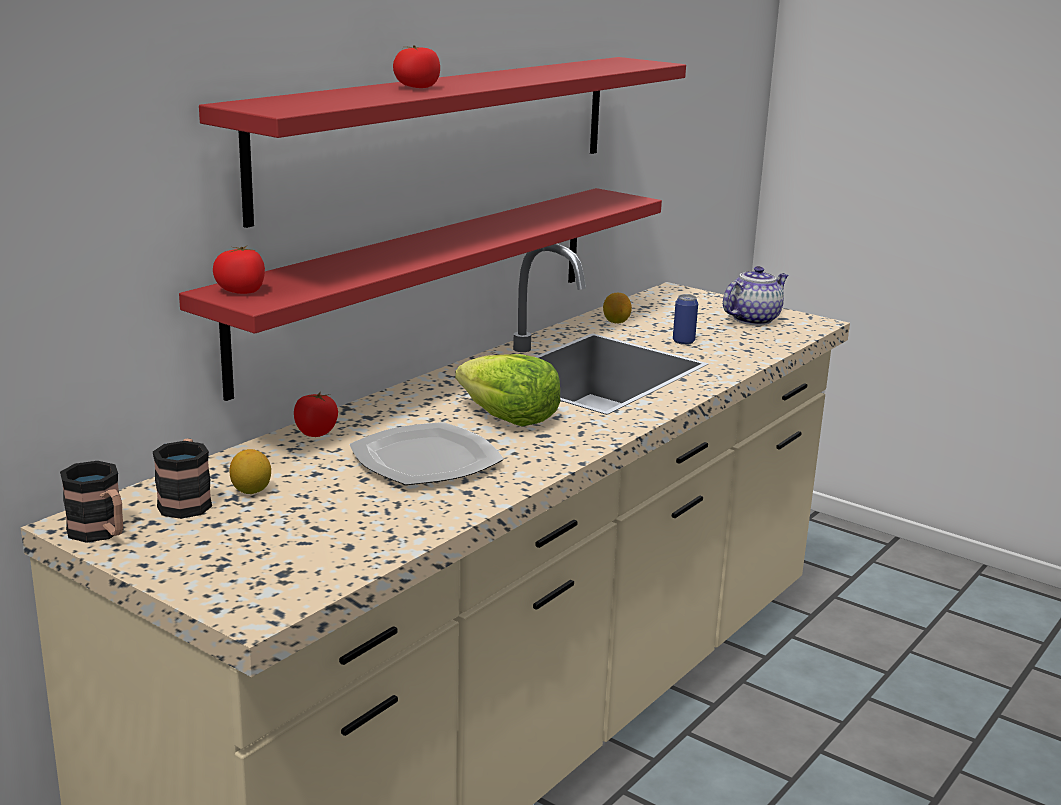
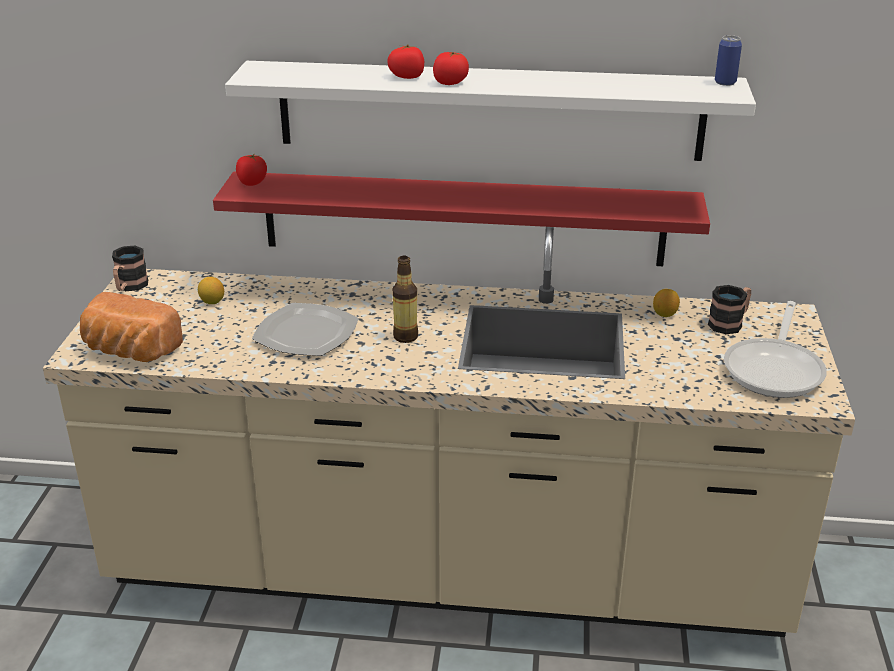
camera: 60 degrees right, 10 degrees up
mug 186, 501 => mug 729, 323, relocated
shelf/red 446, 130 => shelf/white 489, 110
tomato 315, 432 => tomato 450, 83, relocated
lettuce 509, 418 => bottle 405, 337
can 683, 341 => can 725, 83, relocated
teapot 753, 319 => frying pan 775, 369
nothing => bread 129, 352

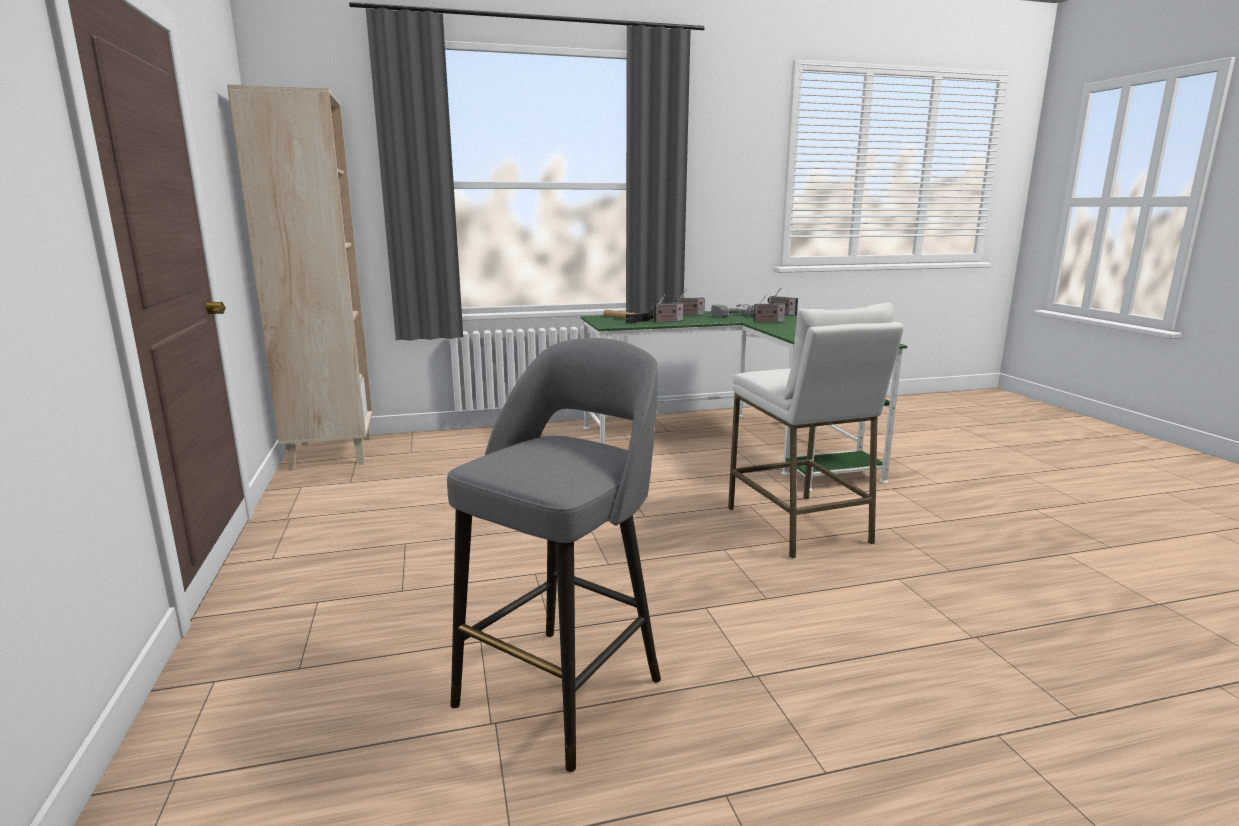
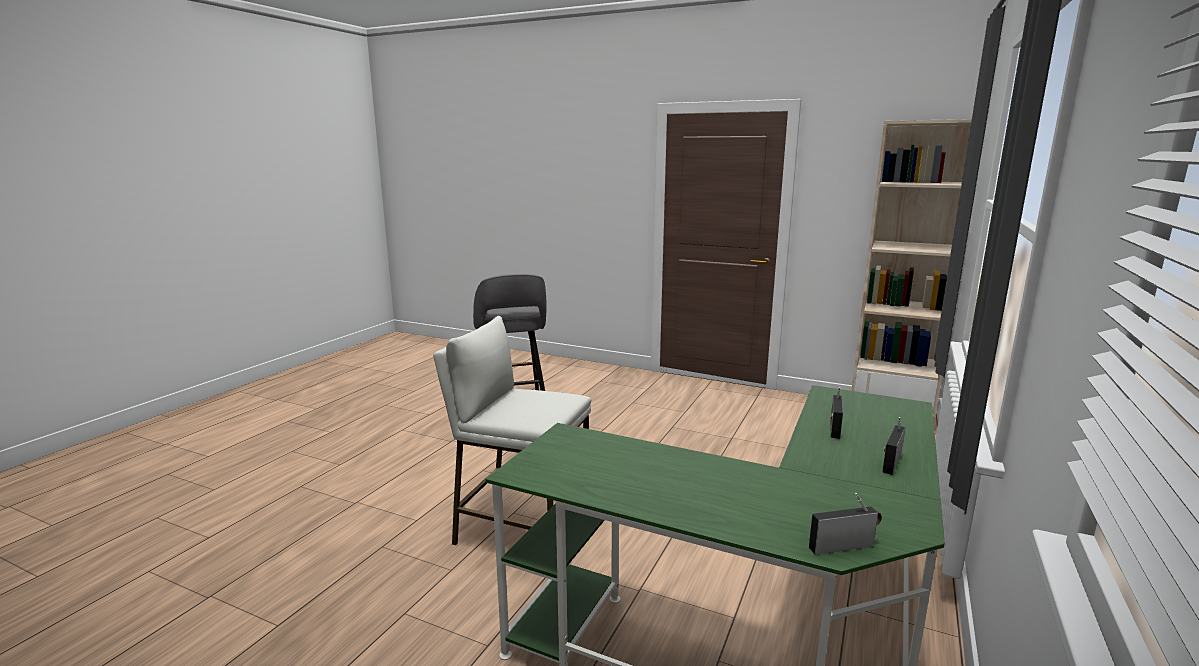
camera: 130 degrees right, 0 degrees up
hammer 624, 319 => nothing
power drill 736, 316 => nothing
radio 767, 322 => nothing

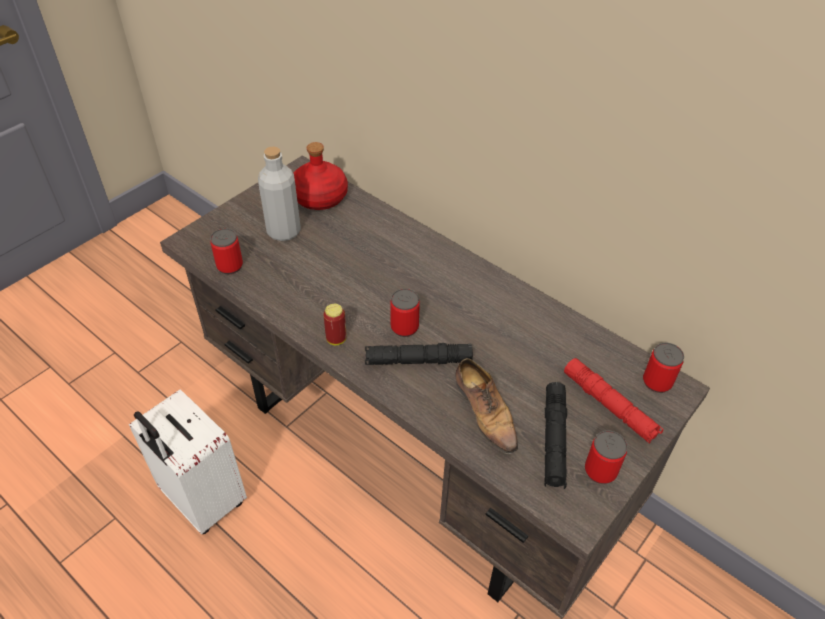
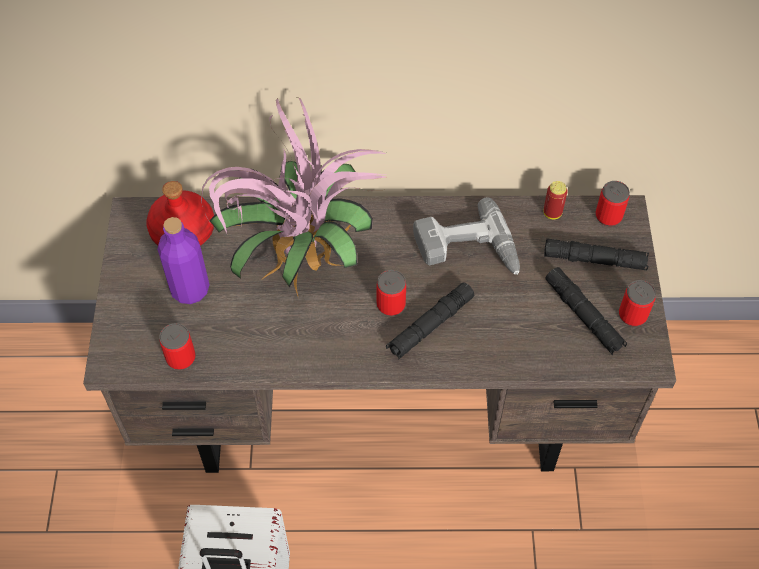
camera: 40 degrees left, 10 degrees up
bottle/grey 284, 231 => bottle/purple 190, 289
can 336, 339 => can 552, 213, relocated
shoe 485, 413 => nothing
flashlight/red 609, 405 => flashlight/black 594, 259
nothing => potted plant 299, 260
nothing => power drill 467, 252

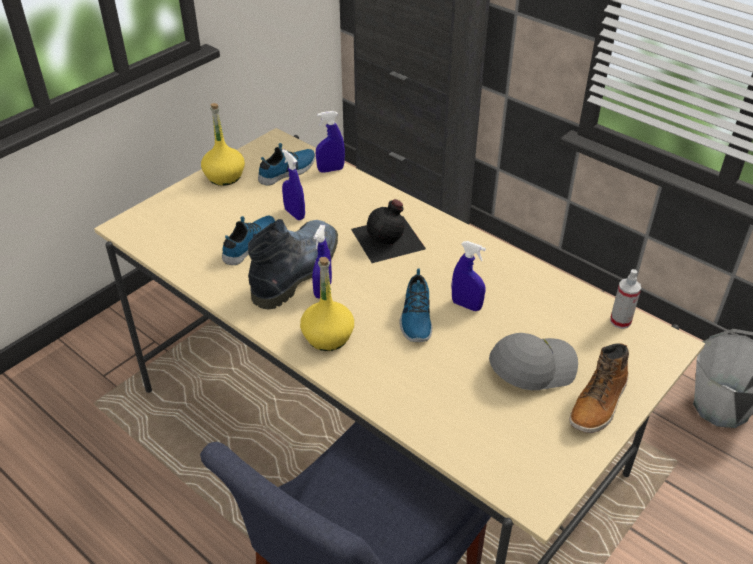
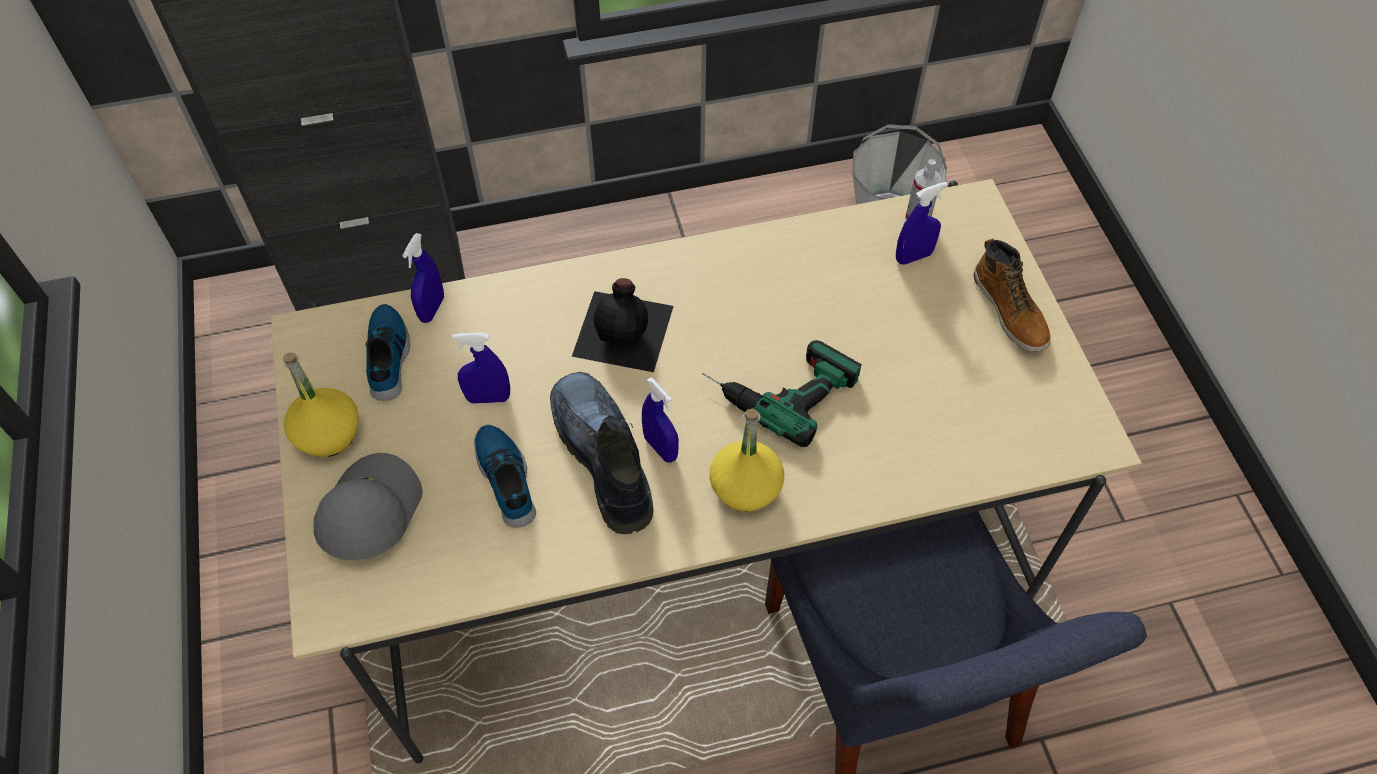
camera: 55 degrees left, 15 degrees up
shoe 415, 317 => power drill 778, 385
spray bottle/blue 466, 305 => spray bottle/blue 913, 257, relocated
cap/grey 531, 367 => cap/grey 368, 512, relocated

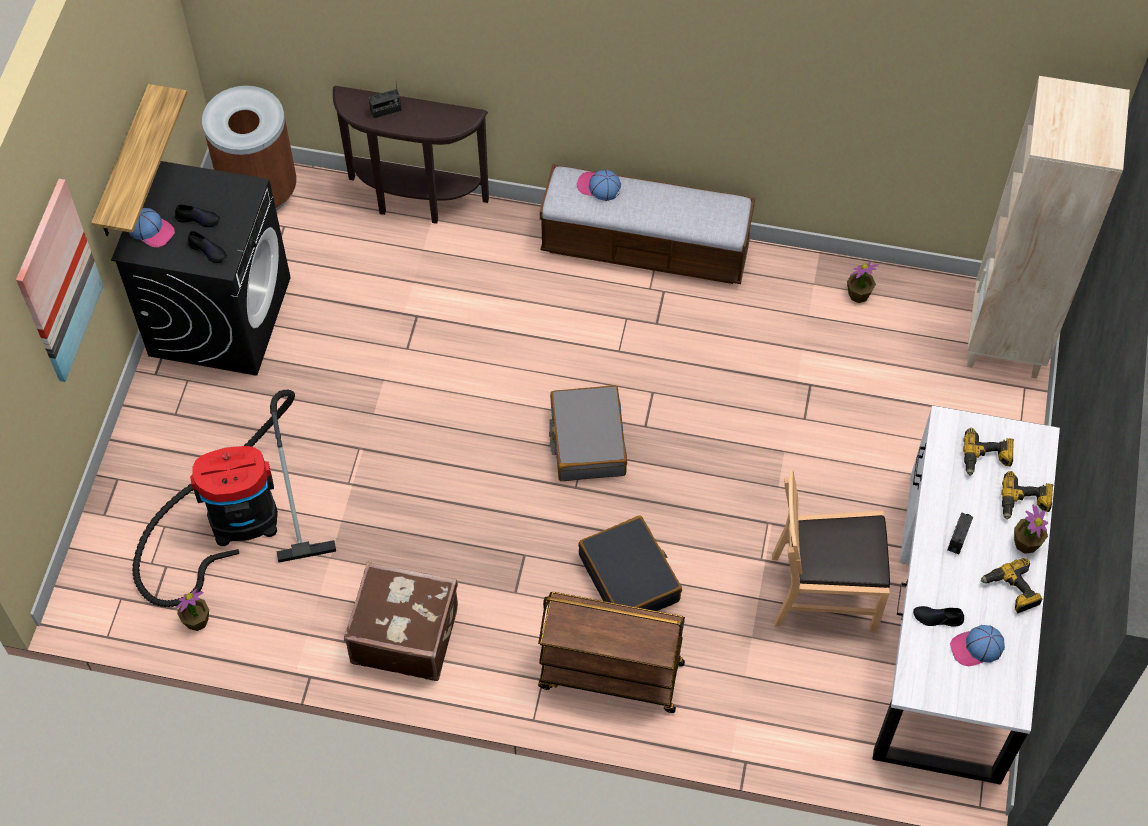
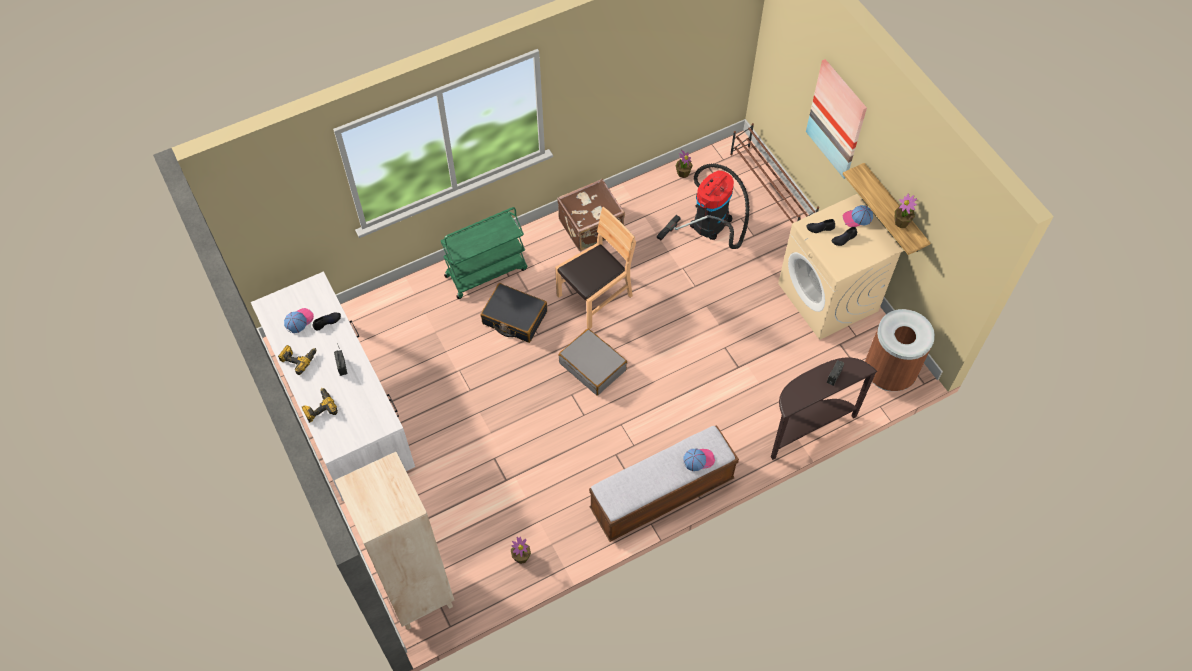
camera: 140 degrees right, 0 degrees up
washing machine/black 220, 315 => washing machine/beige 828, 297
cart/brown 609, 676 => cart/green 486, 272
chair/brown 824, 590 => chair/brown 595, 297, relocated
power drill 986, 458 => nothing
potted plant 1026, 543 => potted plant 901, 222, relocated
nothing => shoe rack/brown 771, 191

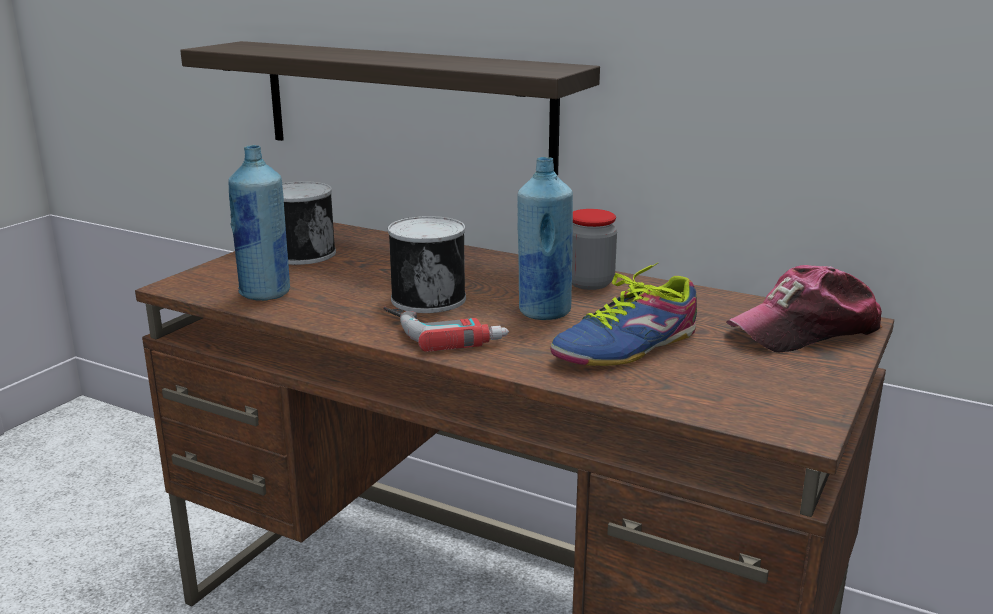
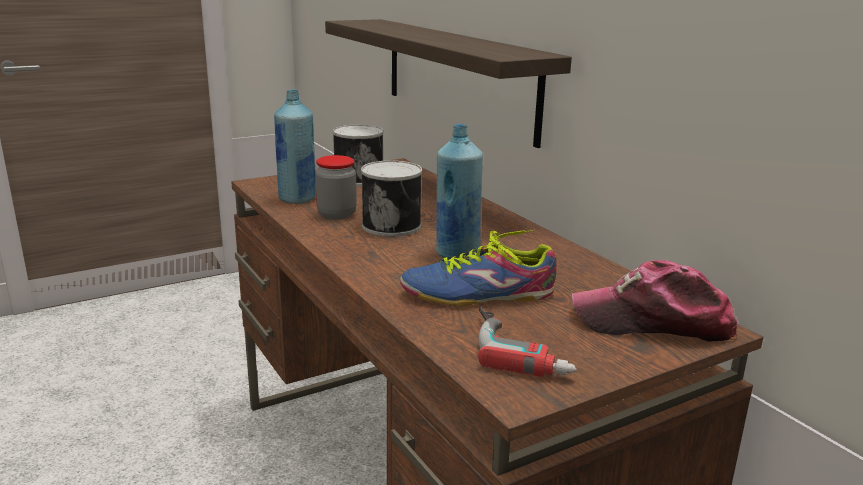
camera: 30 degrees right, 0 degrees up
power drill 444, 330 => power drill 522, 348, relocated
jar 589, 283 => jar 336, 214, relocated

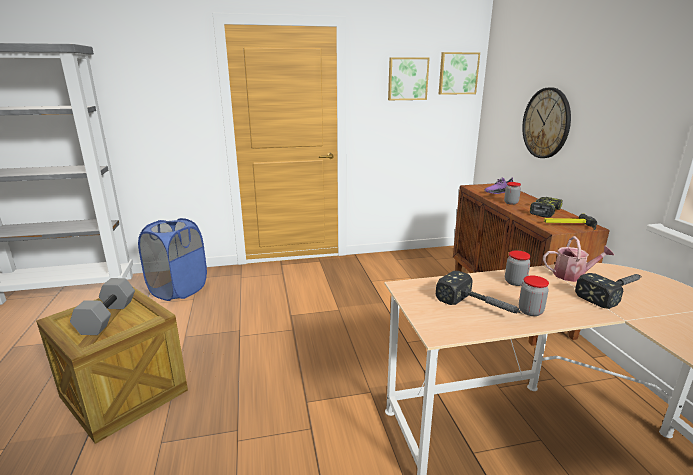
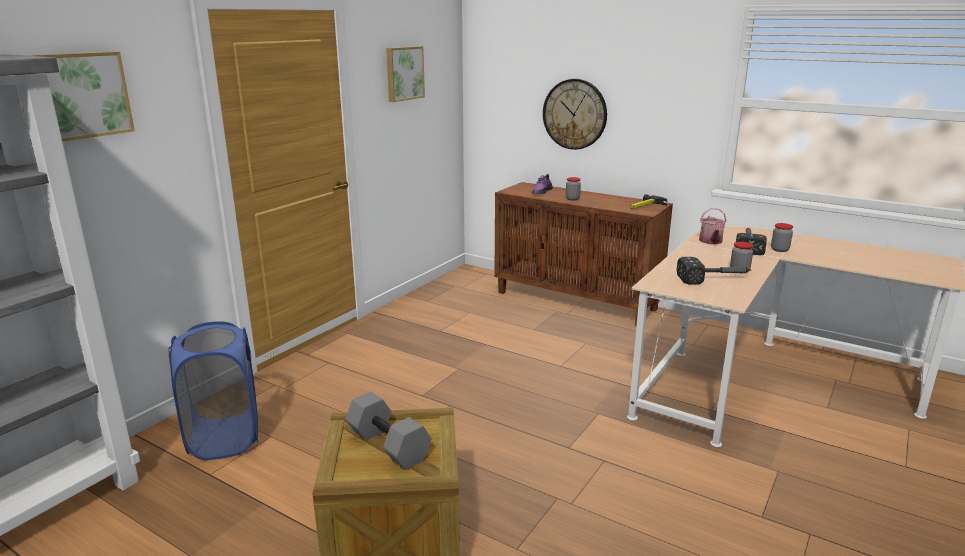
camera: 45 degrees left, 0 degrees up
picture 458, 73 => picture 83, 95, relocated
jar 515, 282 => jar 779, 250, relocated
power drill 544, 212 => nothing
watering can 573, 275 => watering can 711, 242, 135 degrees clockwise

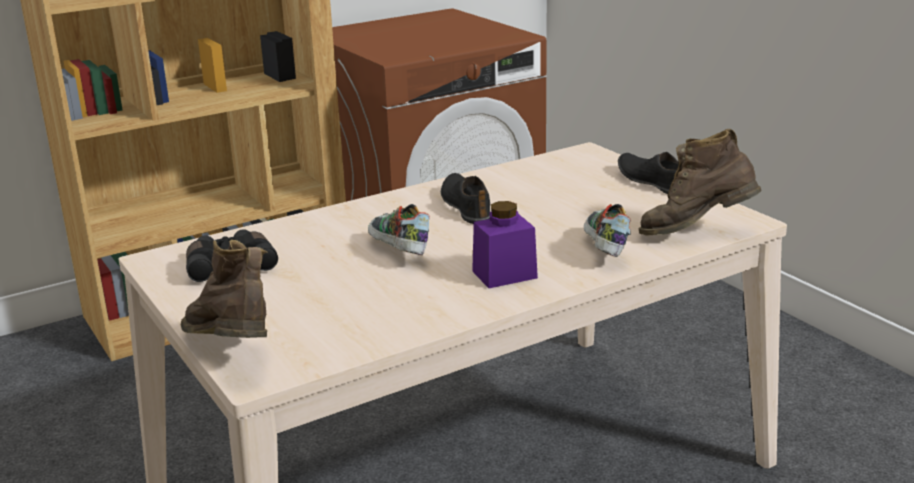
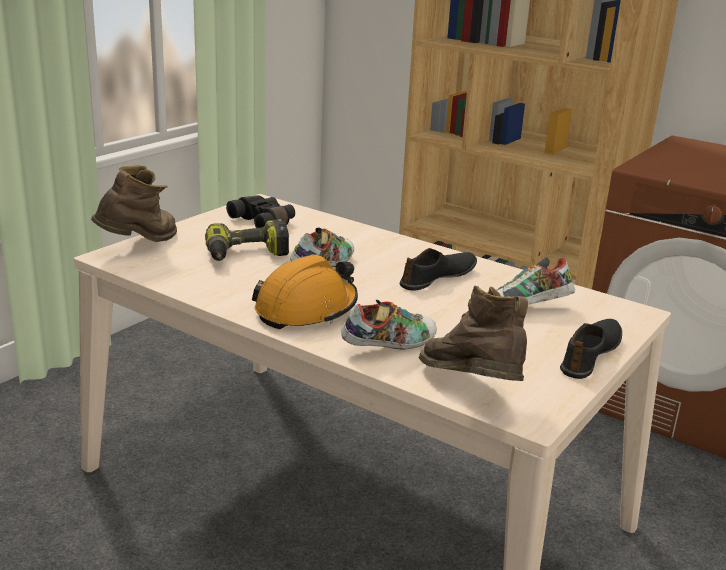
camera: 65 degrees right, 0 degrees up
jar/purple 504, 274 => hard hat/orange 306, 310
nothing => power drill 247, 255
nothing => shoe 528, 309

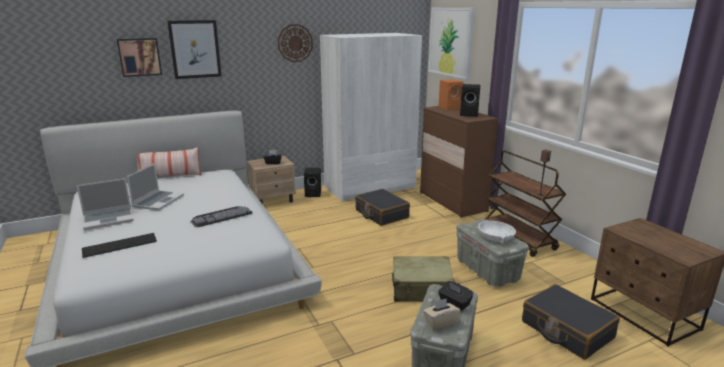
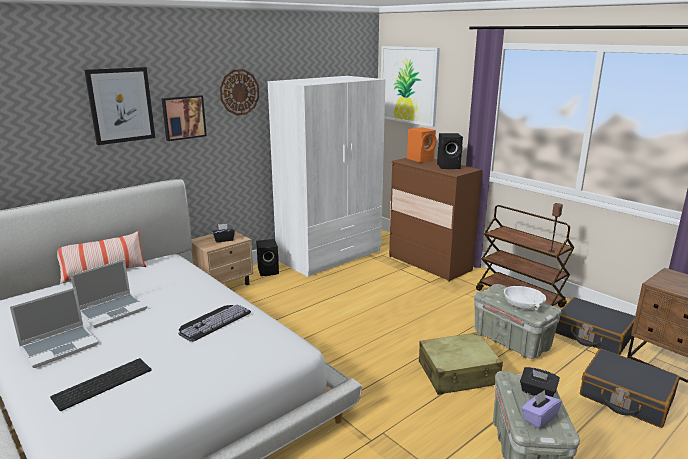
camera: 15 degrees left, 0 degrees up
picture 139, 57 => picture 183, 117, relocated
laptop 158, 201 => laptop 113, 311, 45 degrees clockwise
suitcase/black 381, 214 => suitcase/black 592, 335, relocated
tissue box/beige 440, 322 => tissue box/purple 539, 418

